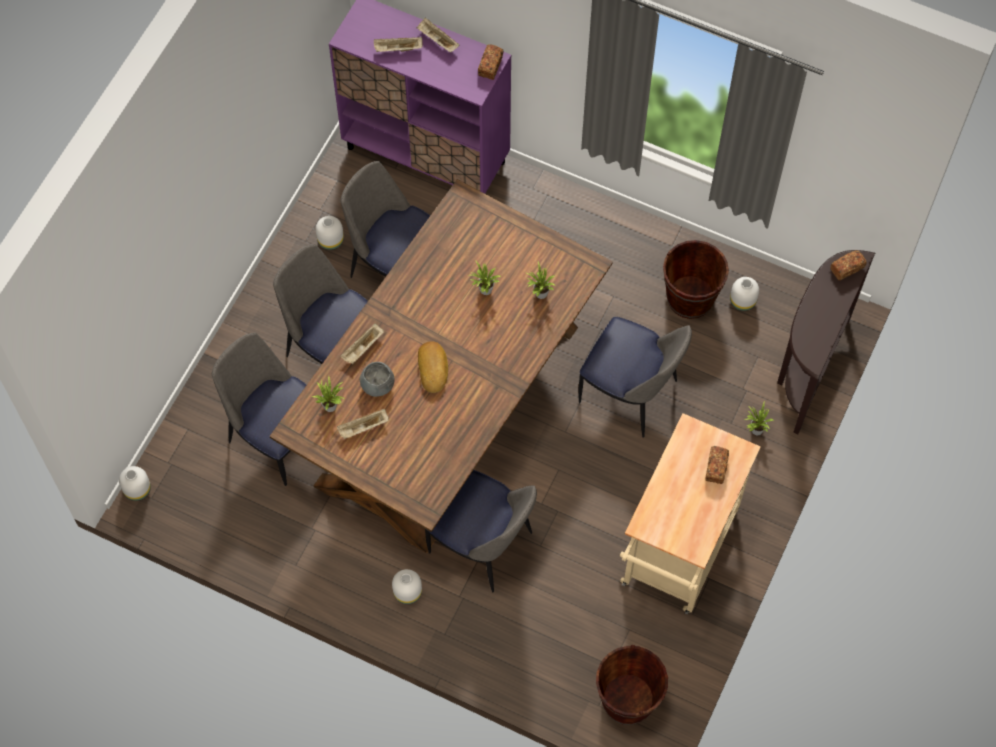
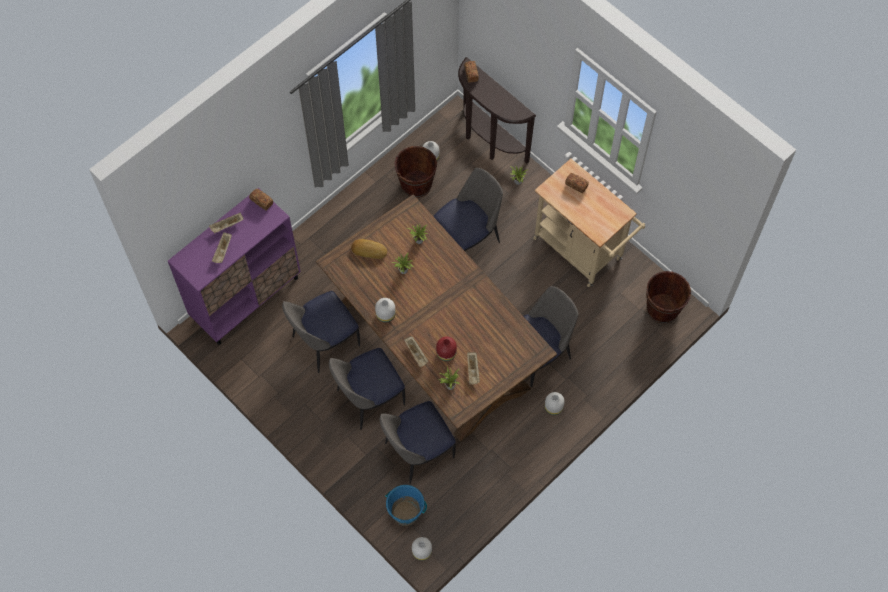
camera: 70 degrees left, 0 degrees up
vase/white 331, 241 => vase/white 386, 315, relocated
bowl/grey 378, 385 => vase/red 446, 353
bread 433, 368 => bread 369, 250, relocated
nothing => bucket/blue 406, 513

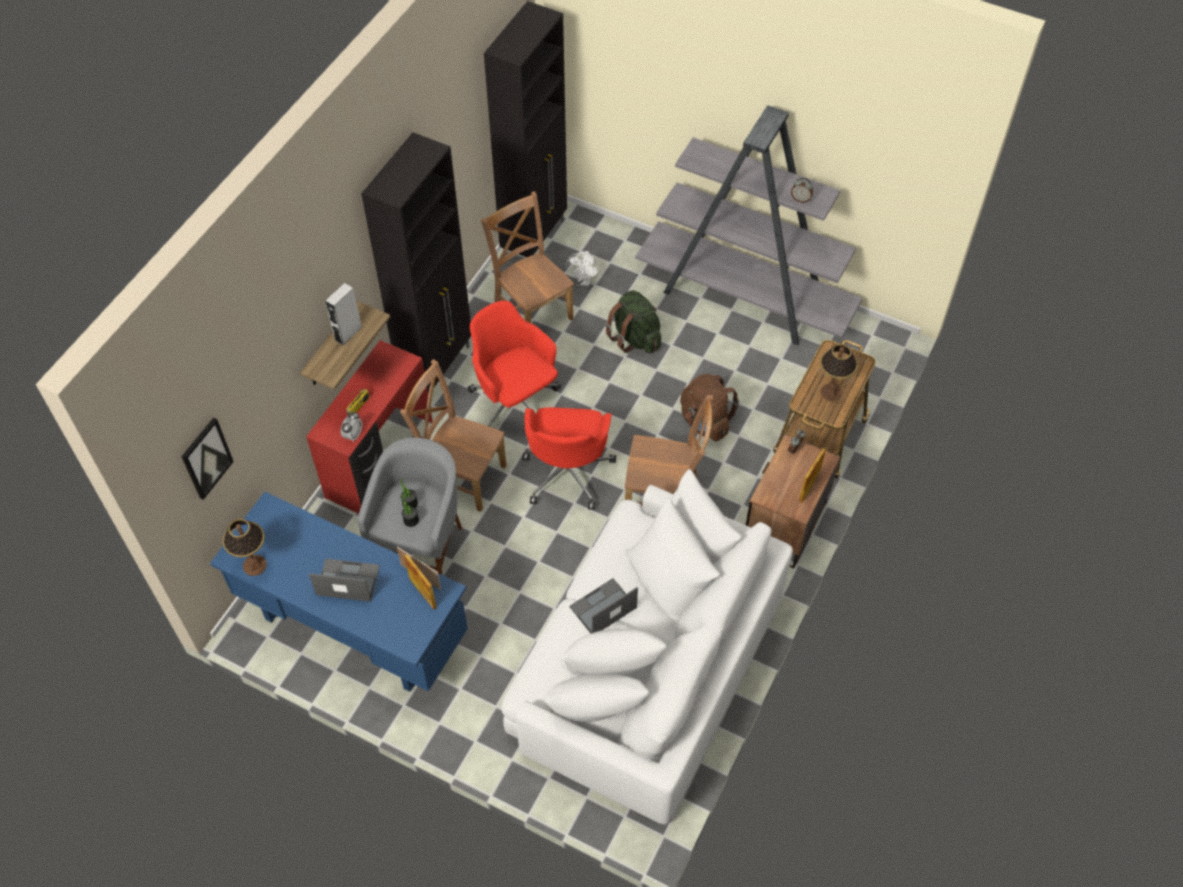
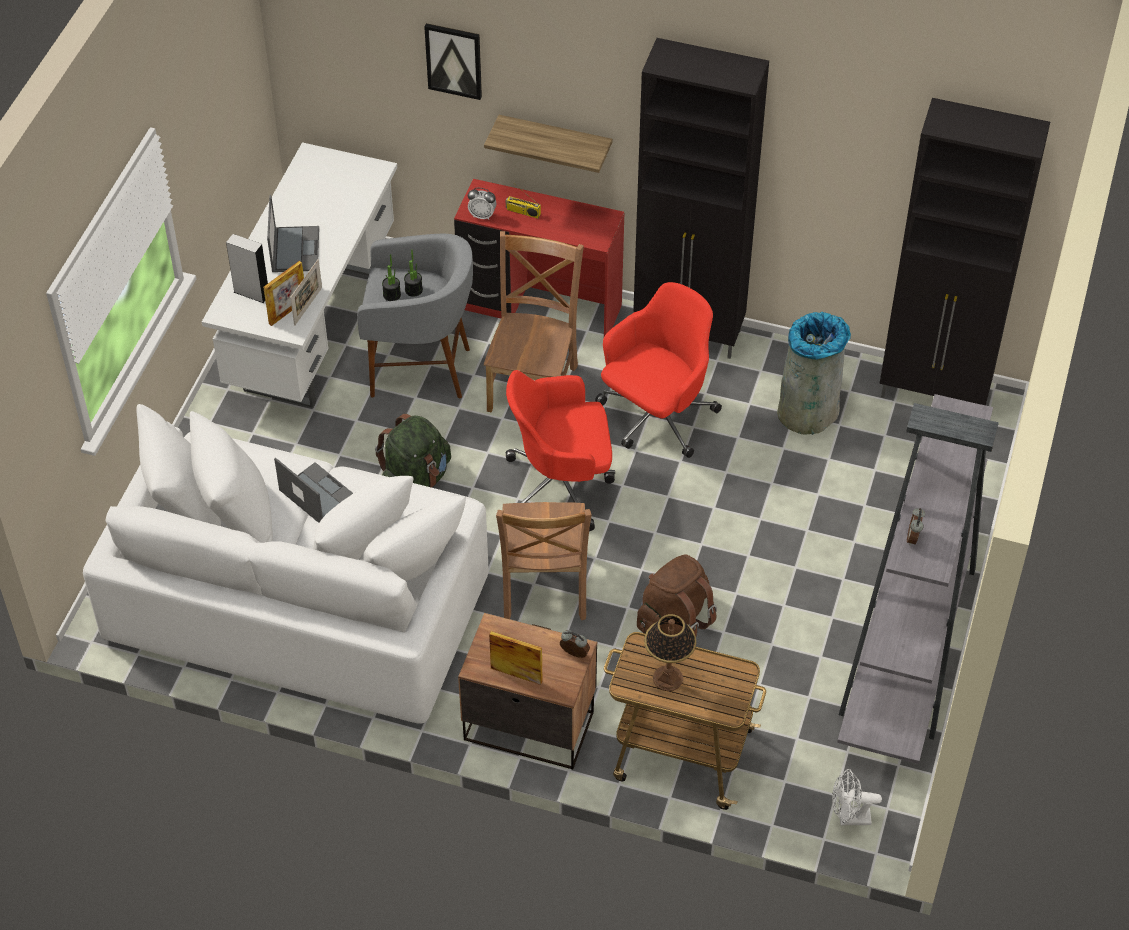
camera: 80 degrees right, 5 degrees down
picture 206, 458 => picture 454, 60, relocated
desk/blue 353, 630 => desk/white 312, 329
table lamp 254, 565 => nothing
speaker/grey 348, 333 => speaker/grey 251, 293, relocated
chair/brown 532, 310 => trash can/grey 808, 411
fan/white 584, 281 => fan/white 849, 818, relocated
backpack/green 635, 337 => backpack/green 415, 481, relocated

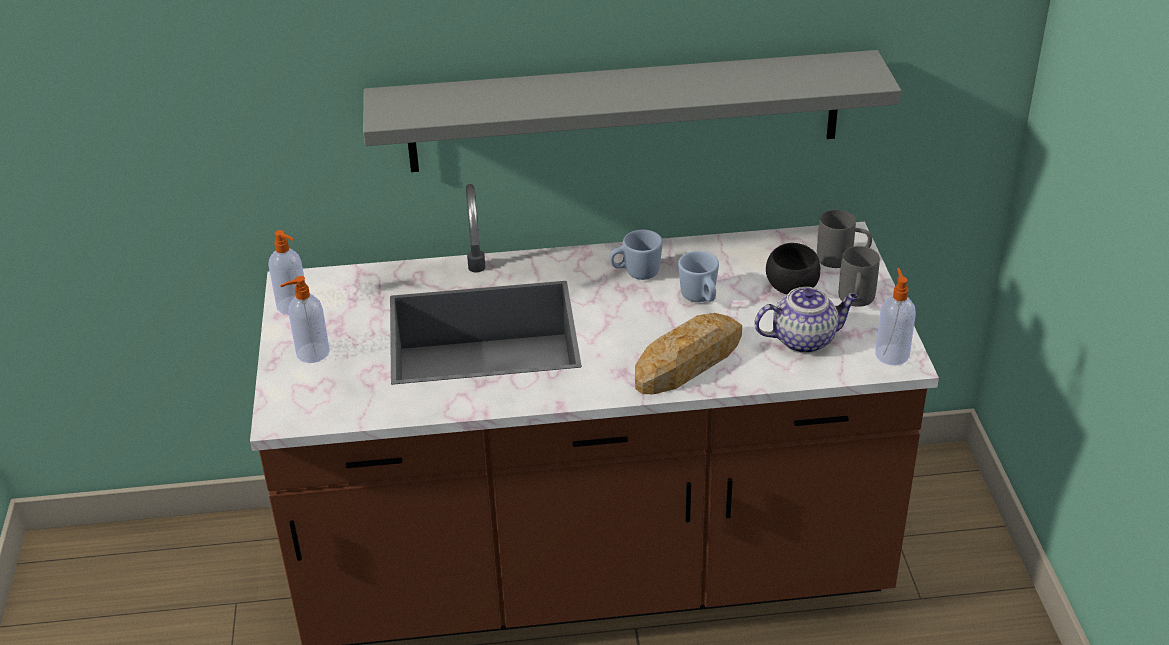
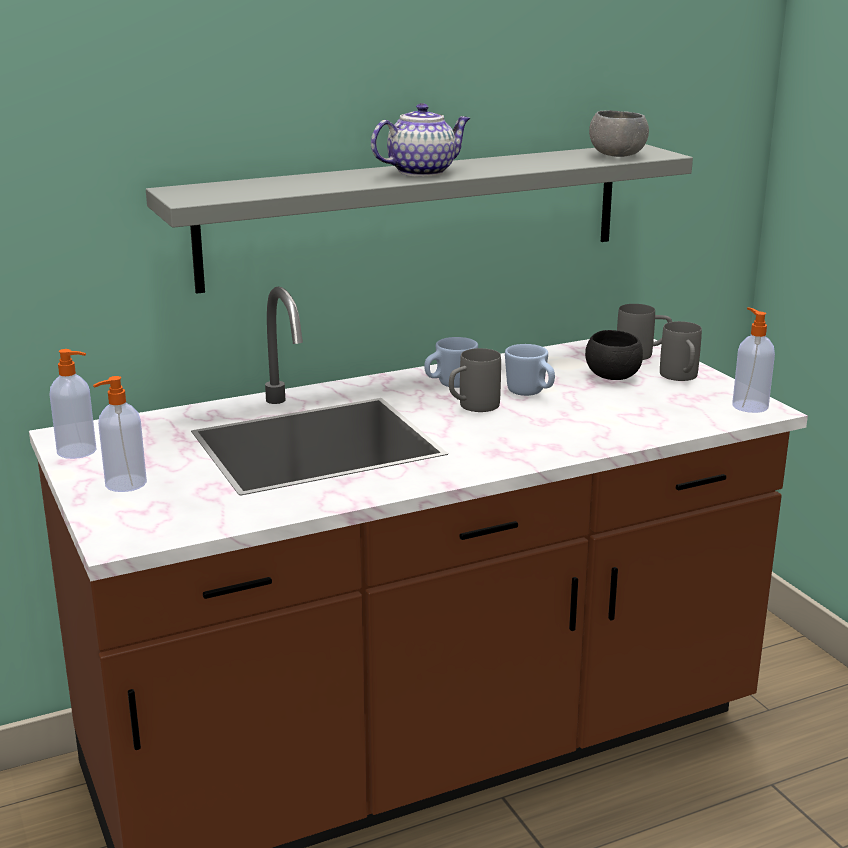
camera: 20 degrees left, 15 degrees down
bread 689, 361 => nothing
teapot 805, 339 => teapot 422, 172, relocated
nothing => mug/grey 472, 407
nothing => bowl/grey 617, 155

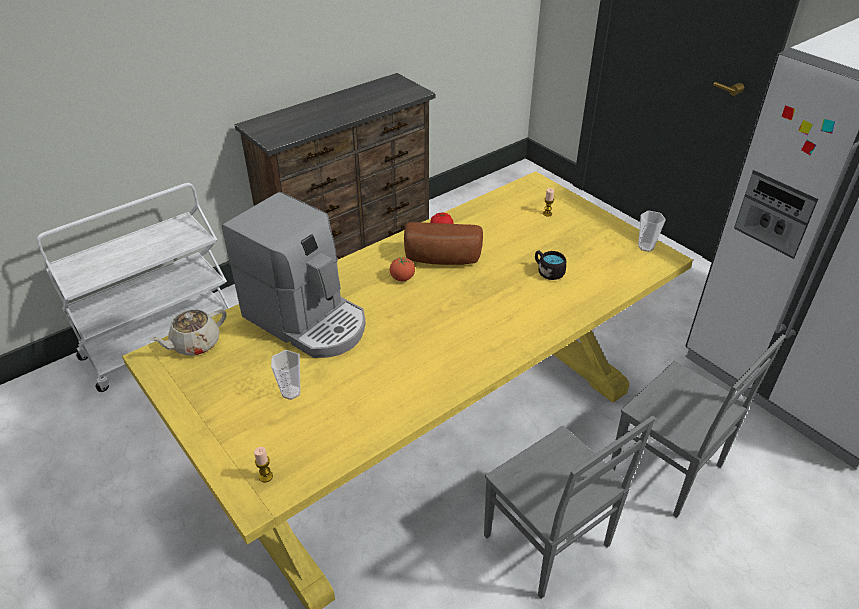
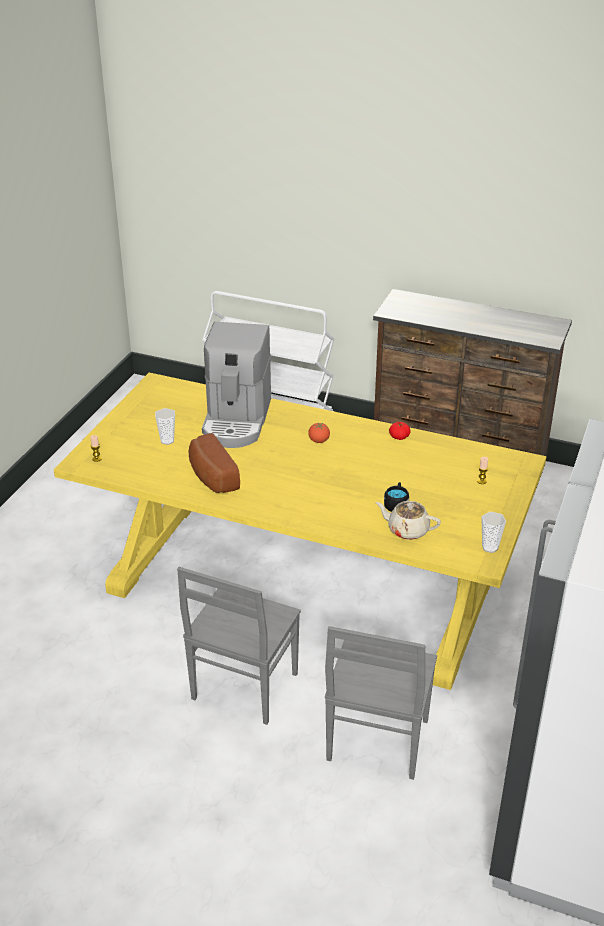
camera: 60 degrees right, 5 degrees down
teapot/beige 195, 344 => teapot/beige 407, 530, relocated
bread 442, 259 => bread 211, 477, relocated

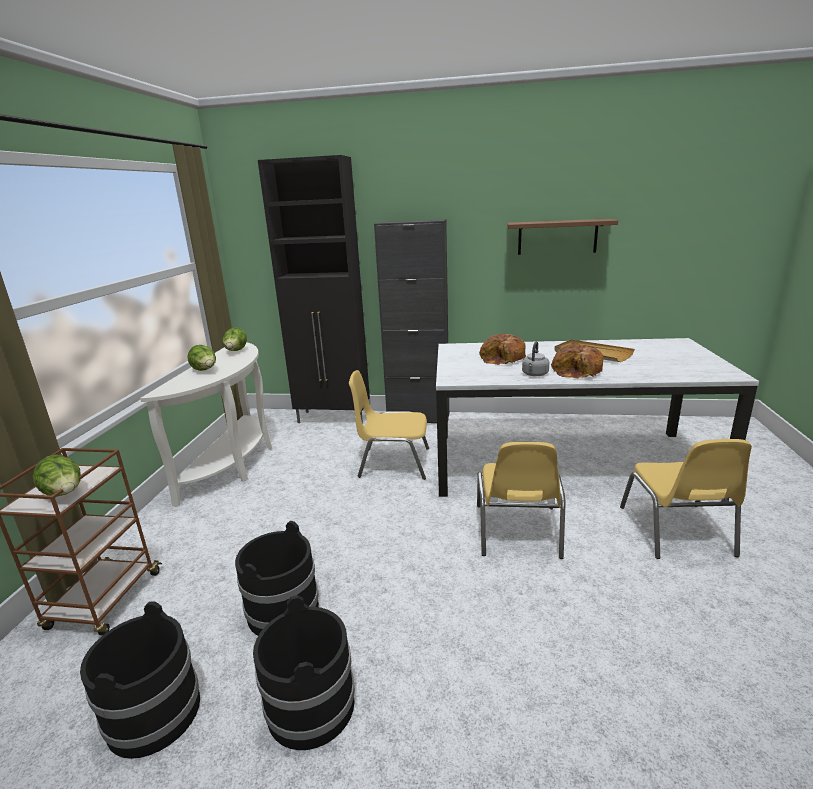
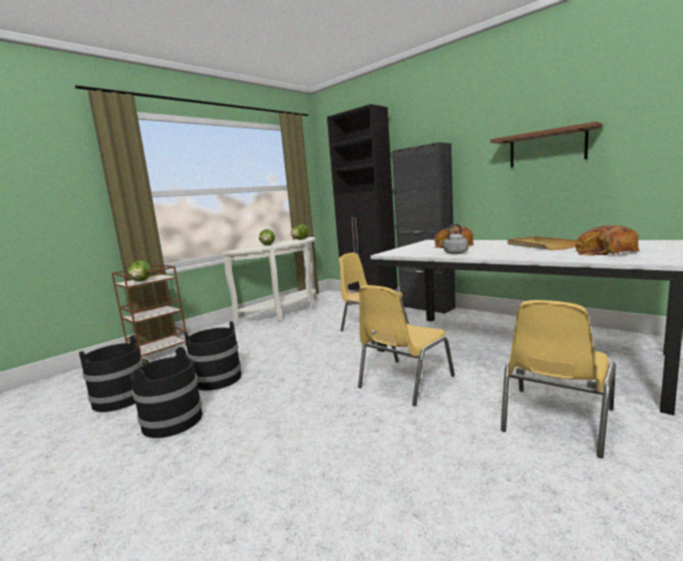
camera: 35 degrees right, 10 degrees down
bread 578, 371 => bread 606, 253, relocated

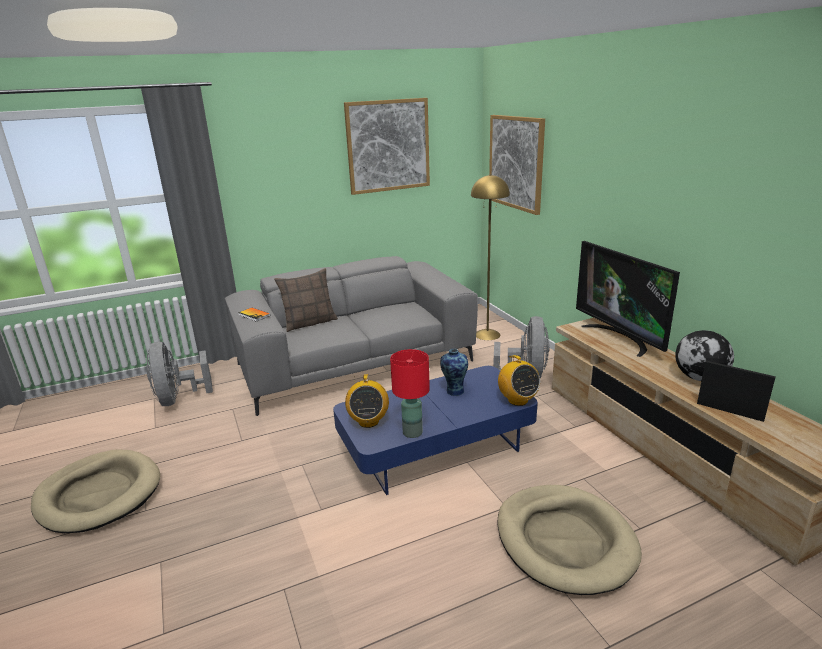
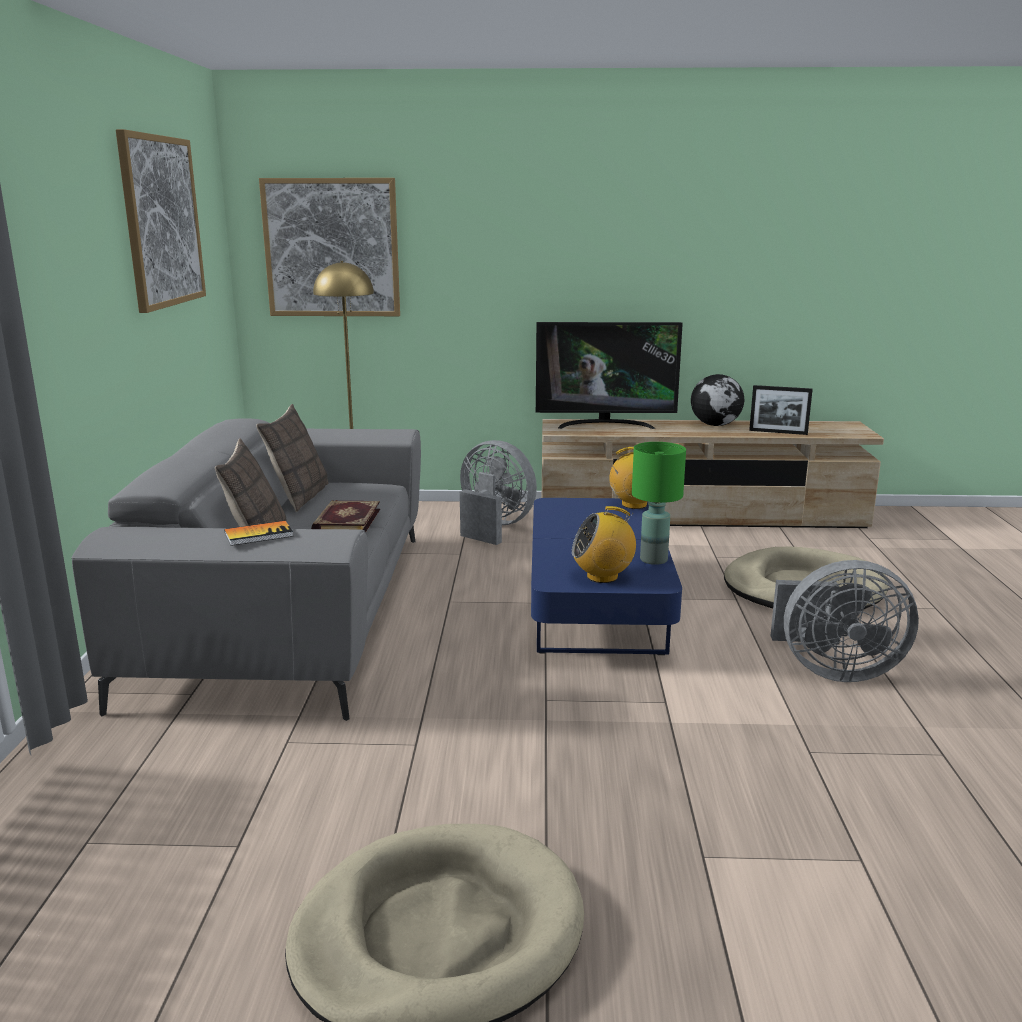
camera: 65 degrees left, 5 degrees down
fan/grey 178, 398 => fan/grey 833, 670, relocated
radio 368, 421 => radio 602, 577, 150 degrees clockwise
table lamp/red 413, 432 => table lamp/green 653, 559
vase 454, 391 => nothing
picture frame 729, 411 => picture frame 778, 432, 135 degrees counterclockwise
nothing => pillow 298, 497
nothing => book 345, 520

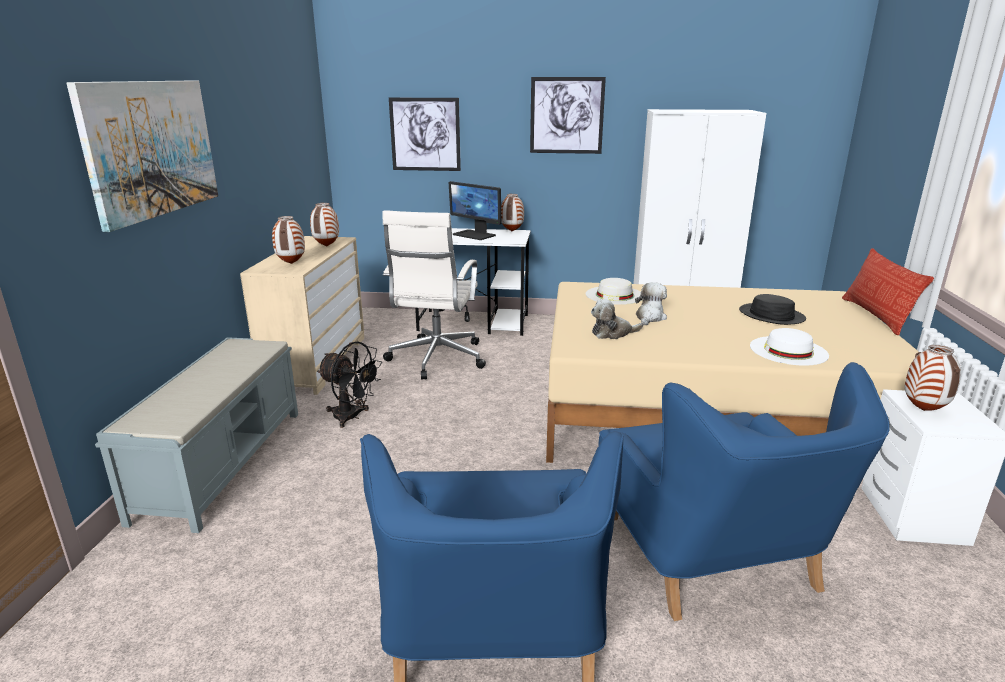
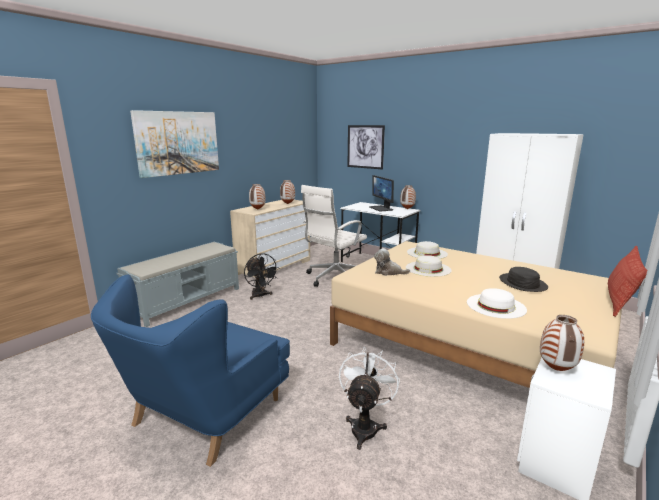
camera: 30 degrees right, 5 degrees down
picture 566, 115 => nothing
armchair/blue 711, 555 => fan/white 365, 426
plush toy 649, 317 => hat/white 428, 268

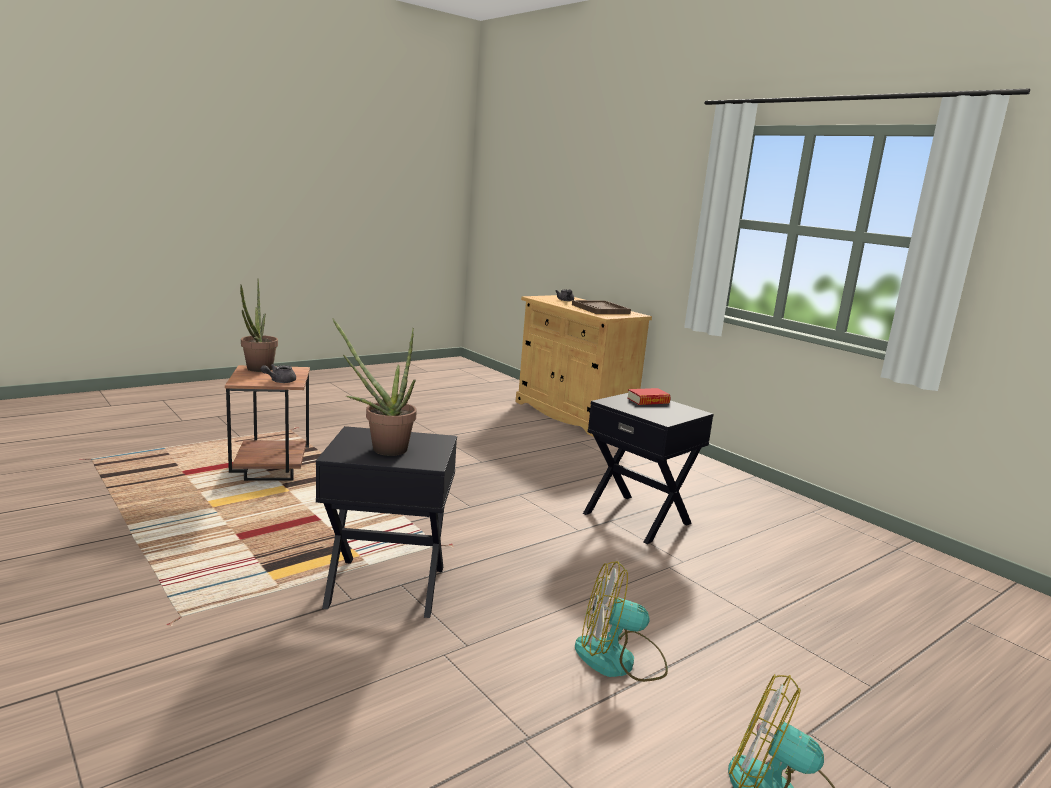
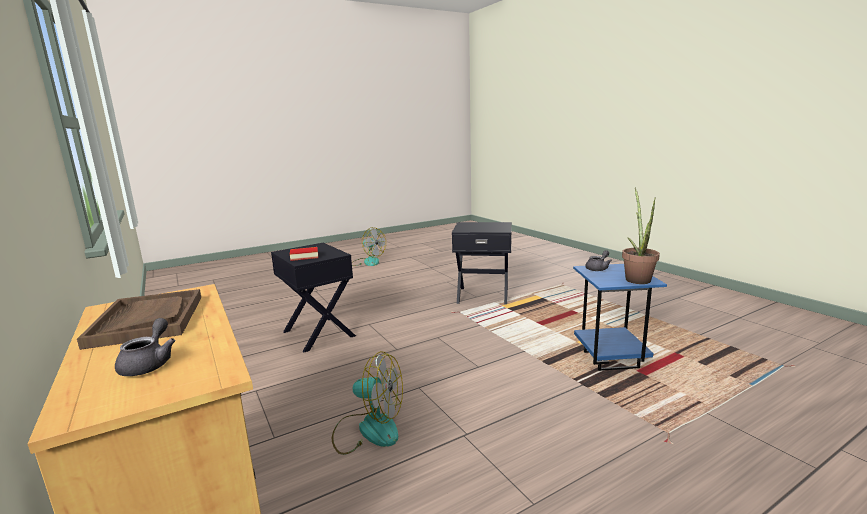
camera: 170 degrees left, 0 degrees up
side table/brown 269, 473 => side table/blue 611, 360
potted plant 382, 448 => nothing
fan 619, 660 => fan 368, 429, relocated

